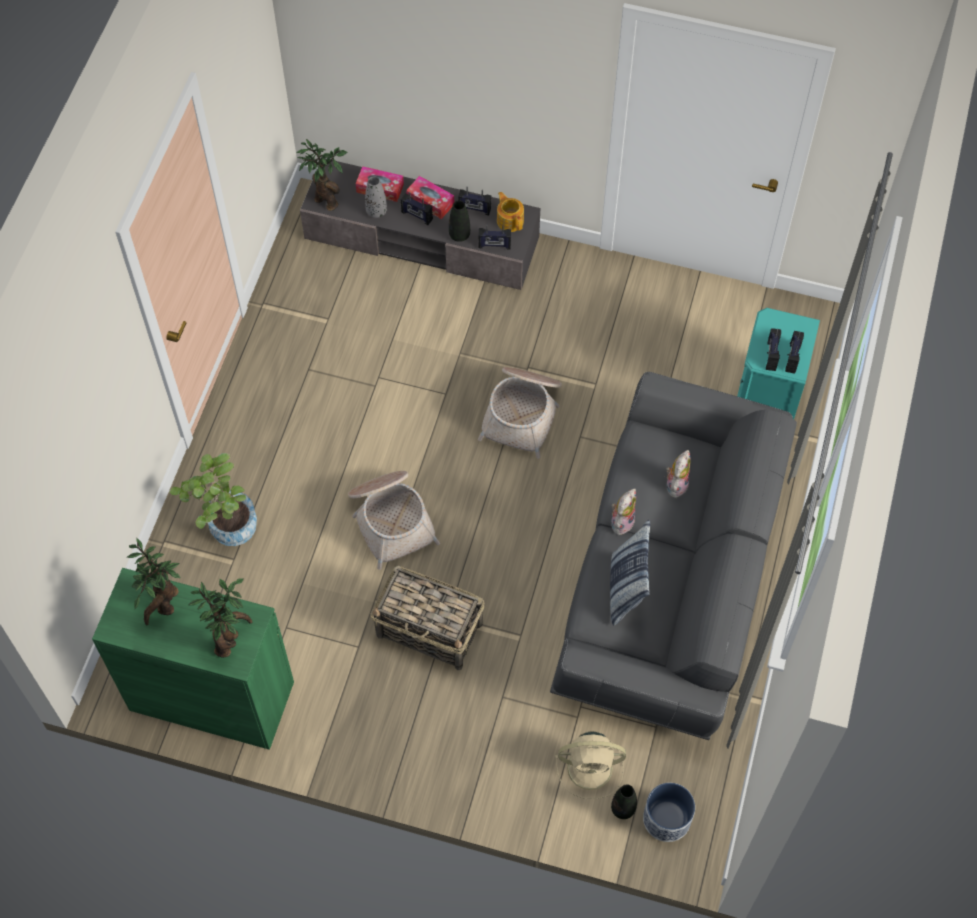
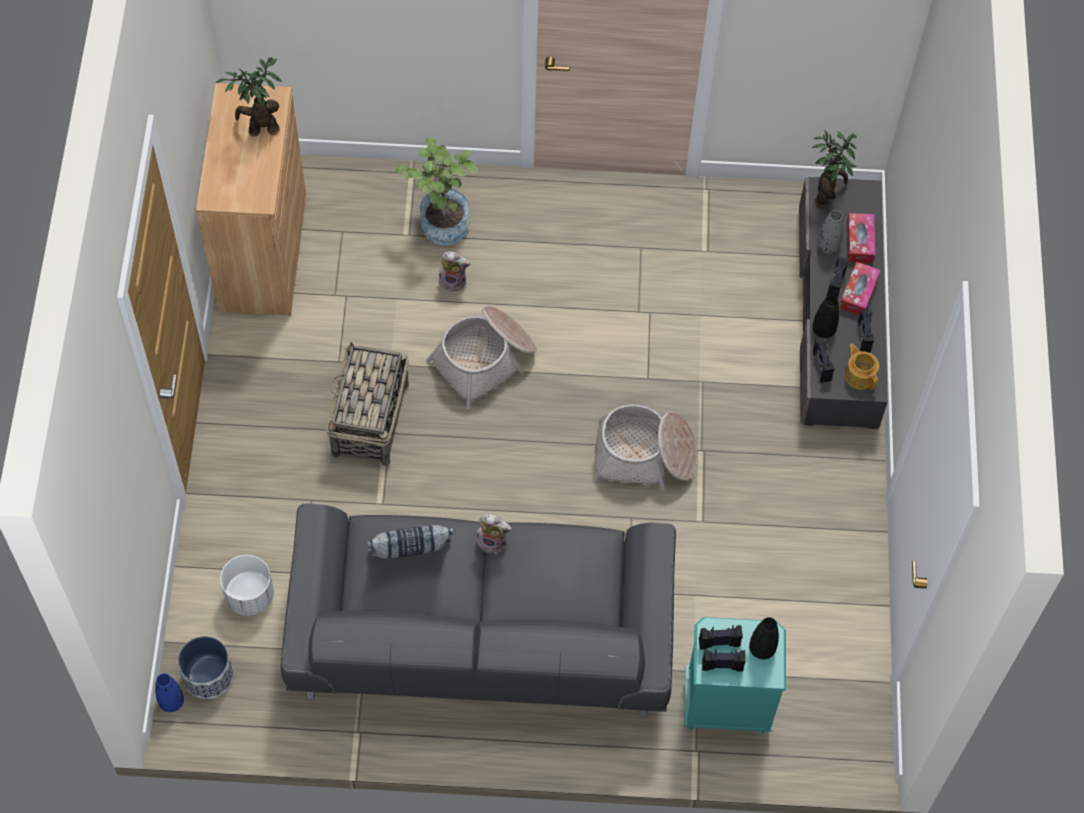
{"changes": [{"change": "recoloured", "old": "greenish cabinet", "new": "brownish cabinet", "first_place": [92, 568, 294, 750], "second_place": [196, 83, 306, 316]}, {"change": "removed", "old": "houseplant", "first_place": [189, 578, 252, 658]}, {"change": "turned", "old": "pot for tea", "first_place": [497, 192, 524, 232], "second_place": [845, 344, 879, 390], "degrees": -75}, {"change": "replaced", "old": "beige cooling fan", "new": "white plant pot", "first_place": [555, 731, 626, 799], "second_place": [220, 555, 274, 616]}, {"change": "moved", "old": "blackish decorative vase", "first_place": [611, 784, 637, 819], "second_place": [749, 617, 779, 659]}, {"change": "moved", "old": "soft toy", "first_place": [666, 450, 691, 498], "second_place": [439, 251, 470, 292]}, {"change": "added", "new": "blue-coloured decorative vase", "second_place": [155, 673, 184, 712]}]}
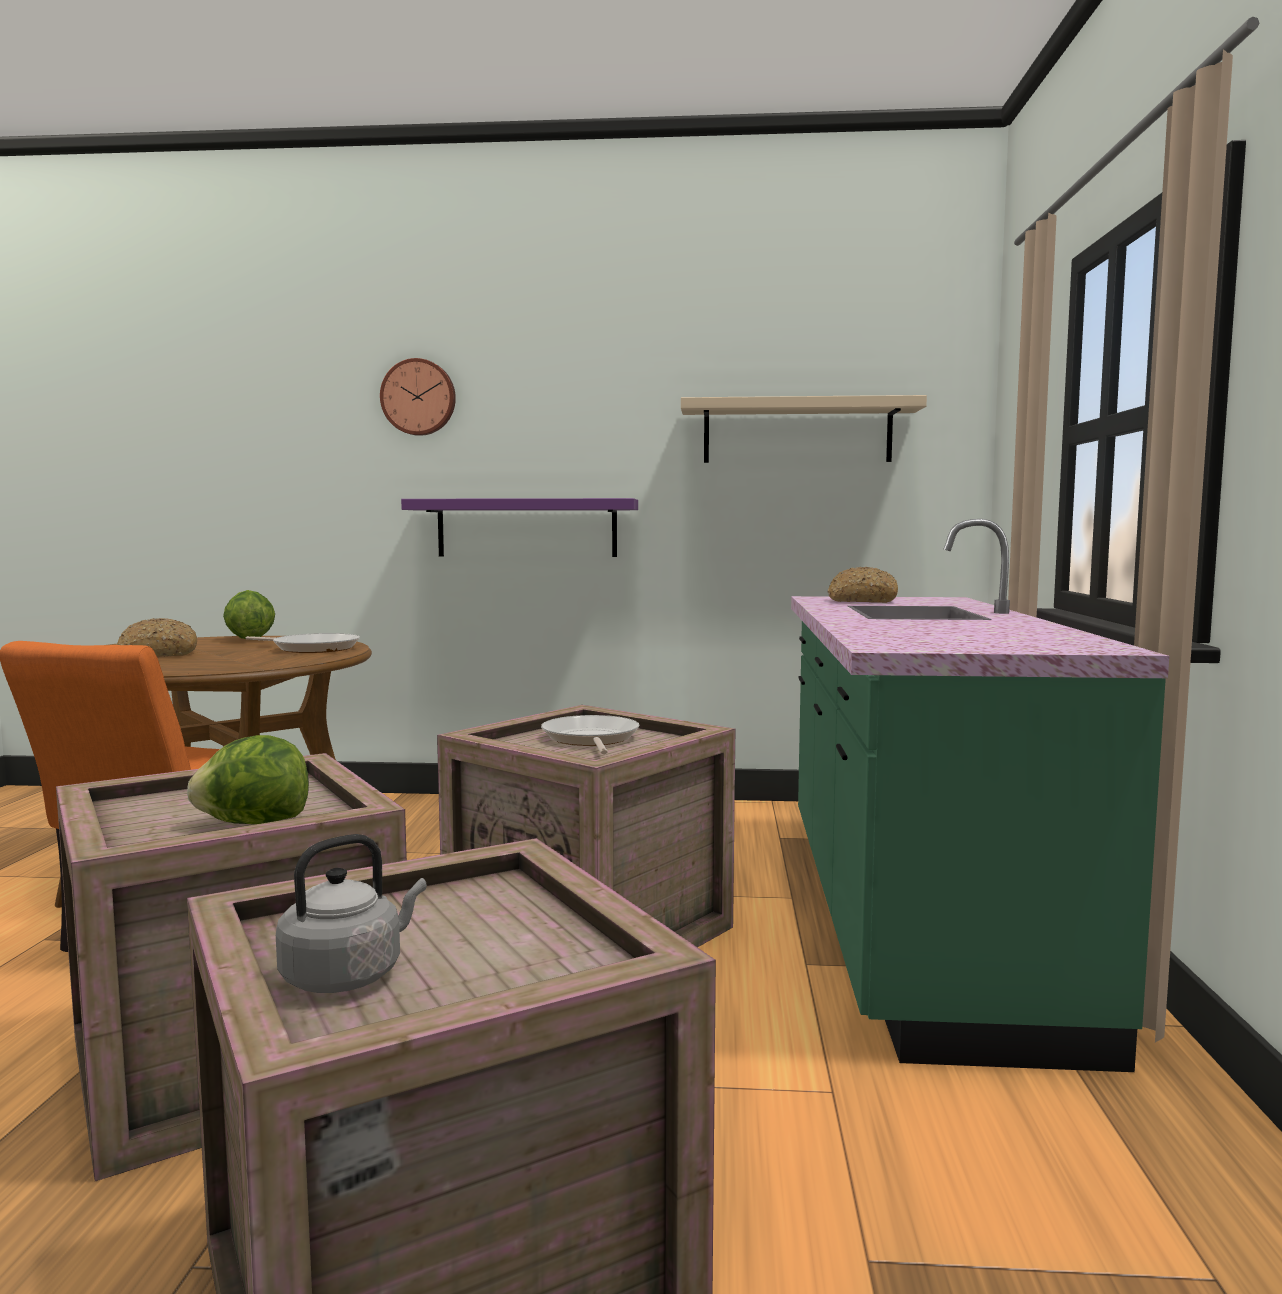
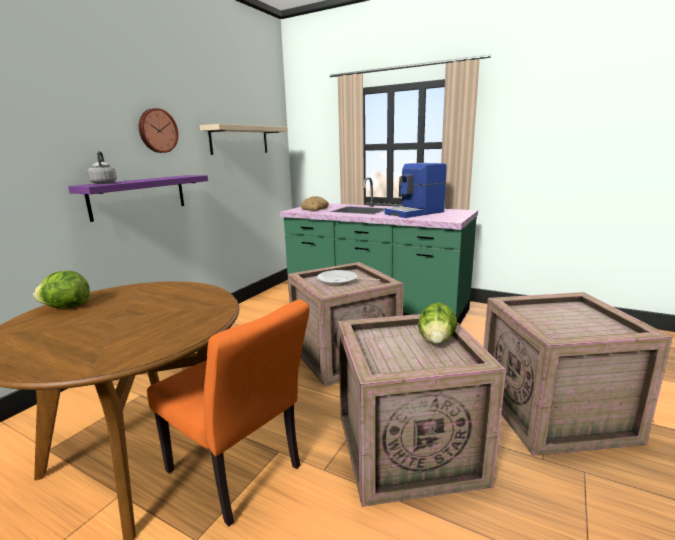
{"changes": [{"change": "removed", "old": "bakery bread", "first_place": [117, 618, 197, 656]}, {"change": "removed", "old": "skillet", "first_place": [246, 633, 360, 653]}, {"change": "moved", "old": "greyish tea kettle", "first_place": [276, 834, 427, 993], "second_place": [88, 151, 117, 184]}, {"change": "moved", "old": "wall clock", "first_place": [380, 358, 456, 436], "second_place": [139, 108, 178, 153]}, {"change": "added", "new": "coffee machine", "second_place": [385, 163, 446, 218]}]}
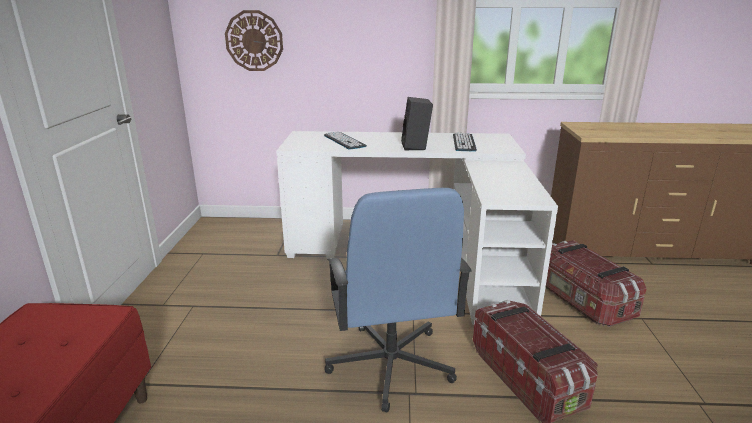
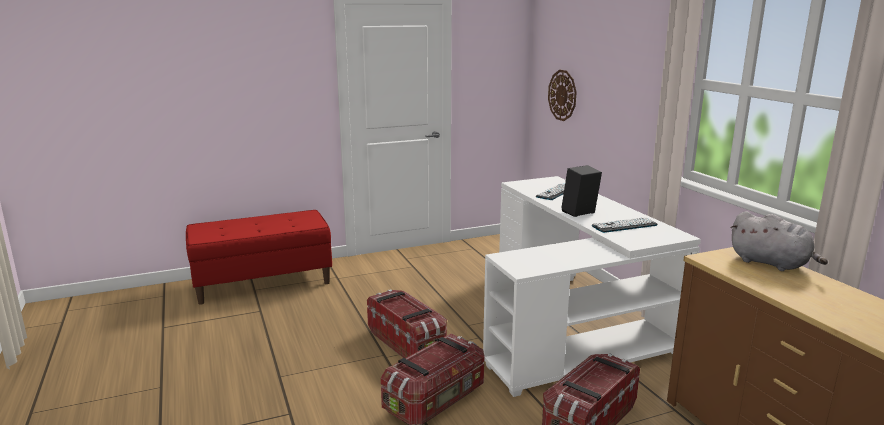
{"changes": [{"change": "replaced", "old": "blue-coloured office chair", "new": "storage bin", "first_place": [325, 188, 472, 413], "second_place": [367, 289, 447, 358]}, {"change": "added", "new": "greyish soft toy", "second_place": [730, 211, 828, 271]}]}
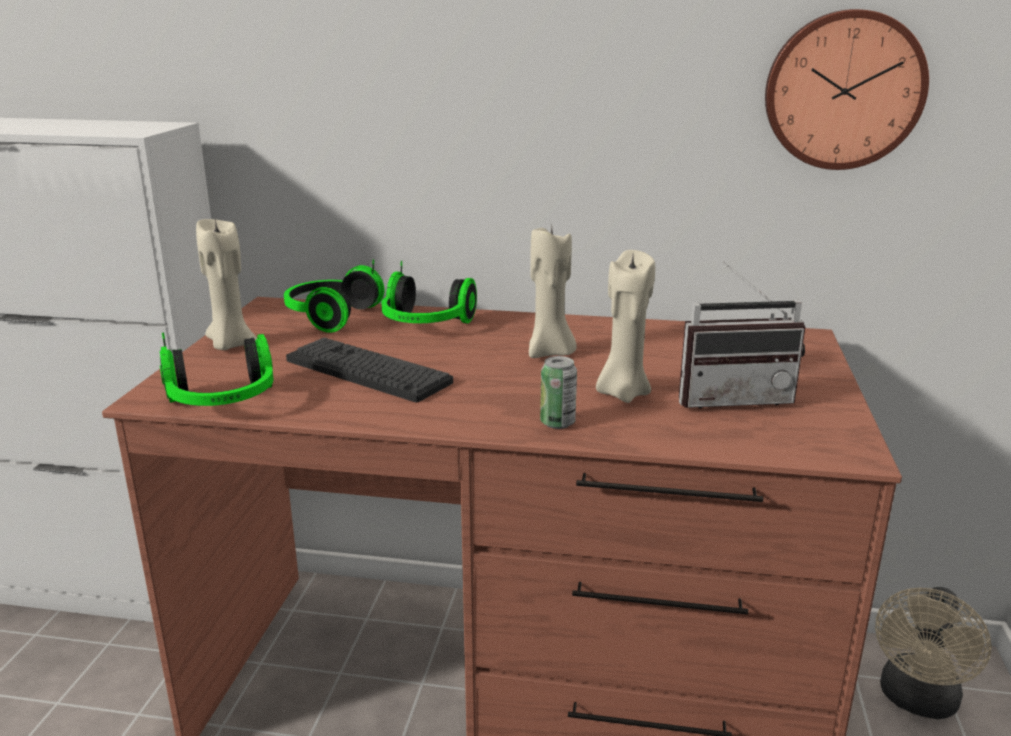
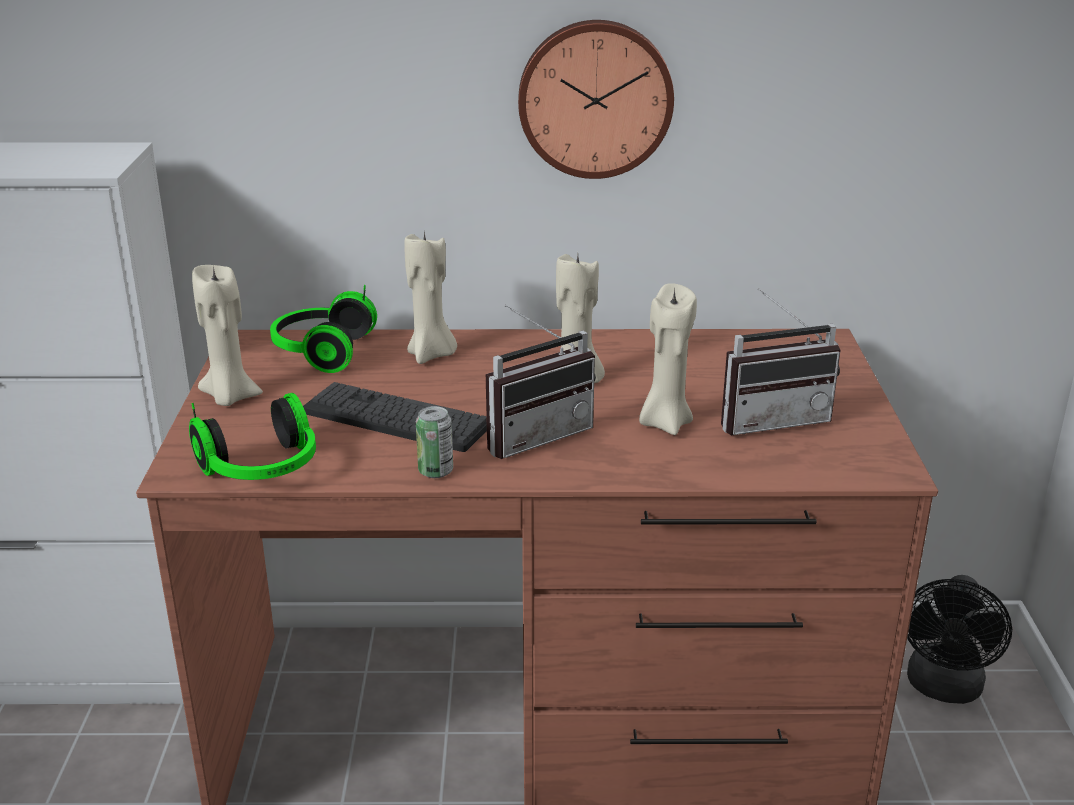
{"changes": [{"change": "replaced", "old": "pair of headphones", "new": "beige wax light", "first_place": [381, 261, 477, 324], "second_place": [404, 231, 457, 364]}, {"change": "moved", "old": "sealed can", "first_place": [540, 356, 577, 429], "second_place": [416, 406, 453, 478]}, {"change": "moved", "old": "wall clock", "first_place": [765, 9, 929, 170], "second_place": [518, 20, 674, 179]}, {"change": "recoloured", "old": "beige cooling fan", "new": "blackish cooling fan", "first_place": [875, 587, 992, 719], "second_place": [907, 575, 1012, 704]}, {"change": "added", "new": "radio receiver", "second_place": [486, 305, 596, 459]}]}
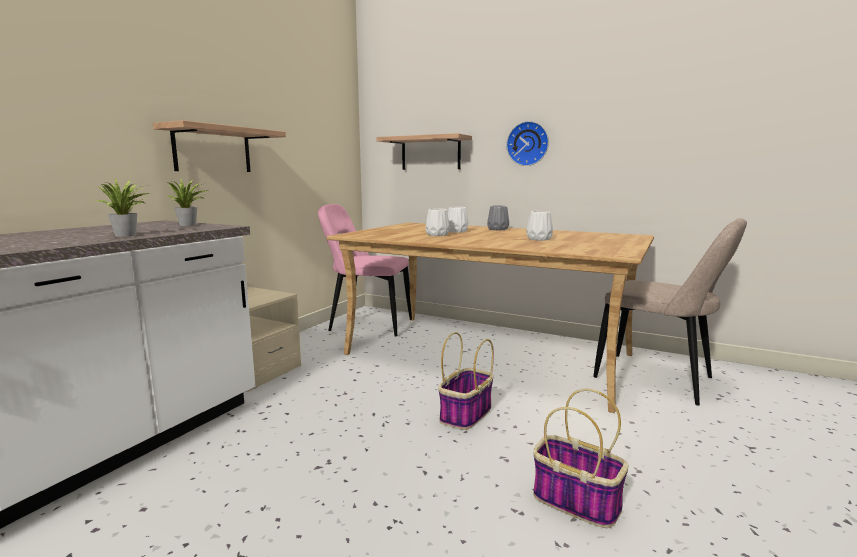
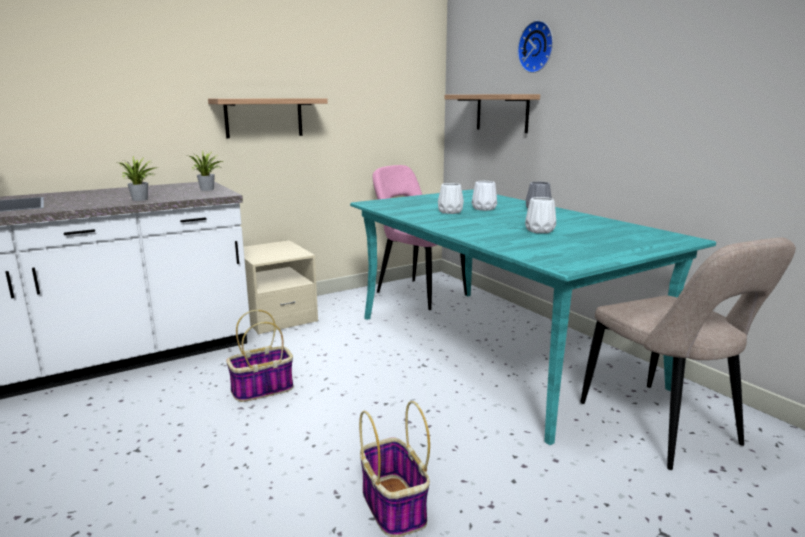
{"changes": [{"change": "recoloured", "old": "beige kitchen table", "new": "turquoise kitchen table", "first_place": [327, 223, 654, 413], "second_place": [350, 189, 716, 445]}, {"change": "moved", "old": "basket", "first_place": [438, 332, 494, 430], "second_place": [226, 310, 293, 402]}, {"change": "moved", "old": "wall clock", "first_place": [506, 121, 549, 166], "second_place": [517, 20, 553, 73]}]}
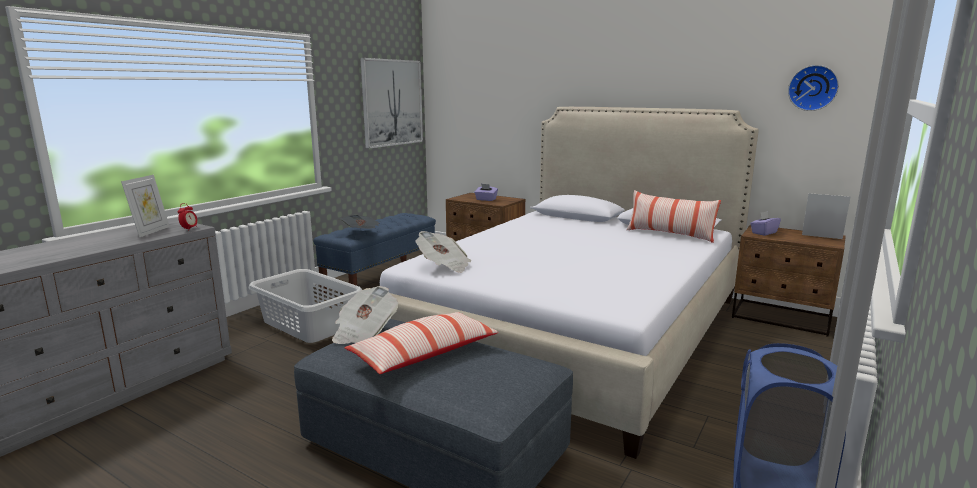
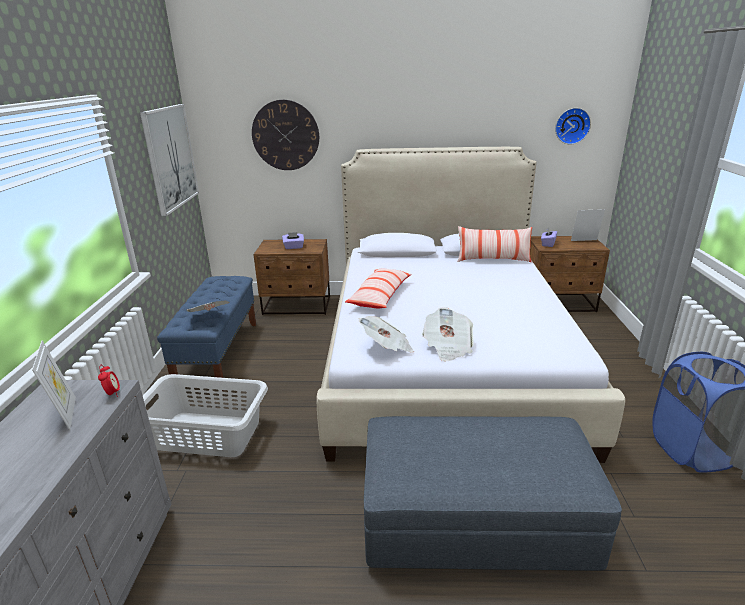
{"changes": [{"change": "moved", "old": "daily paper", "first_place": [332, 286, 398, 344], "second_place": [422, 307, 474, 362]}, {"change": "moved", "old": "cushion", "first_place": [345, 312, 498, 374], "second_place": [345, 269, 412, 308]}, {"change": "added", "new": "wall clock", "second_place": [252, 100, 319, 170]}]}
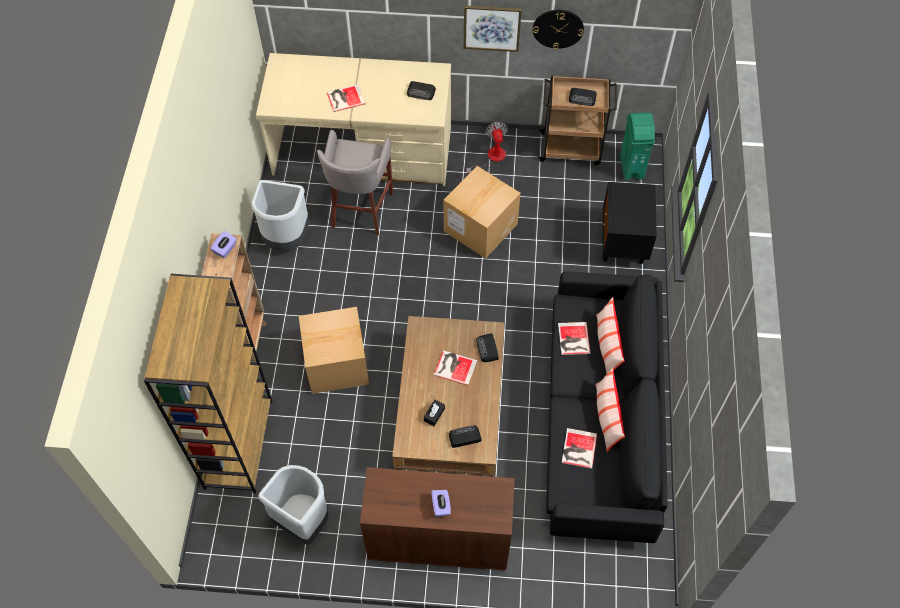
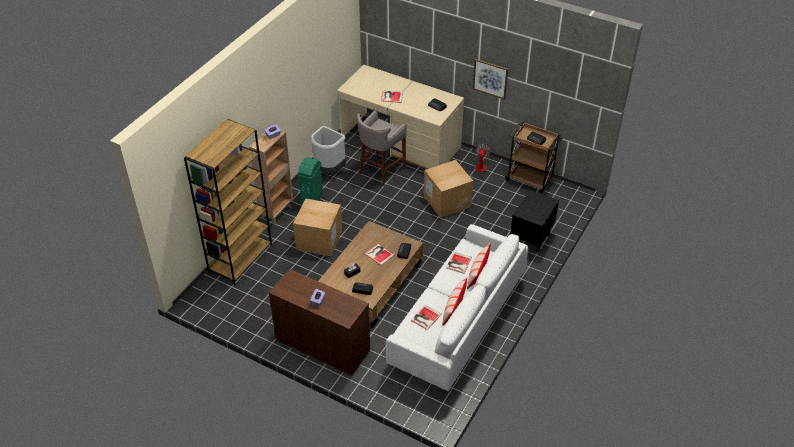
{"changes": [{"change": "removed", "old": "greyish waste bin", "first_place": [258, 465, 329, 545]}, {"change": "removed", "old": "wall clock", "first_place": [533, 10, 584, 50]}, {"change": "recoloured", "old": "blackish couch", "new": "white couch", "first_place": [546, 272, 668, 543], "second_place": [386, 224, 528, 391]}, {"change": "moved", "old": "greenish waste bin", "first_place": [620, 112, 655, 180], "second_place": [298, 157, 323, 204]}]}
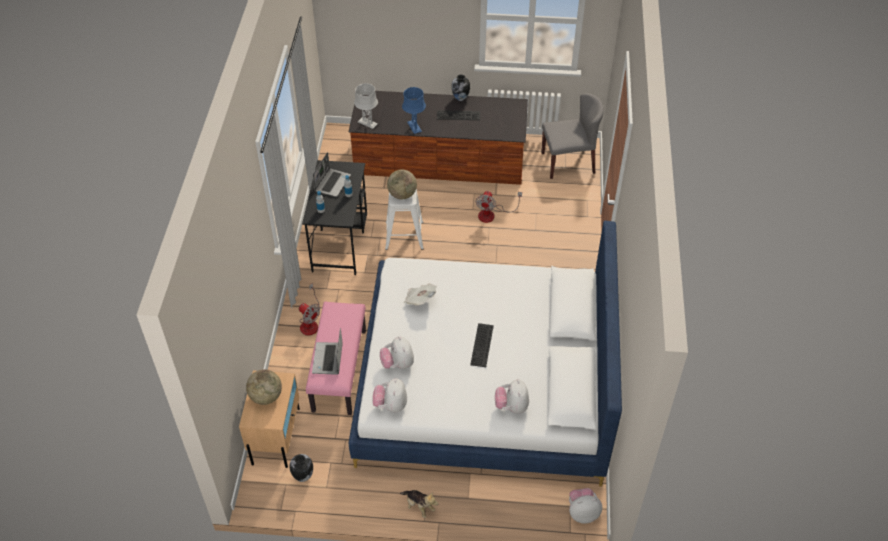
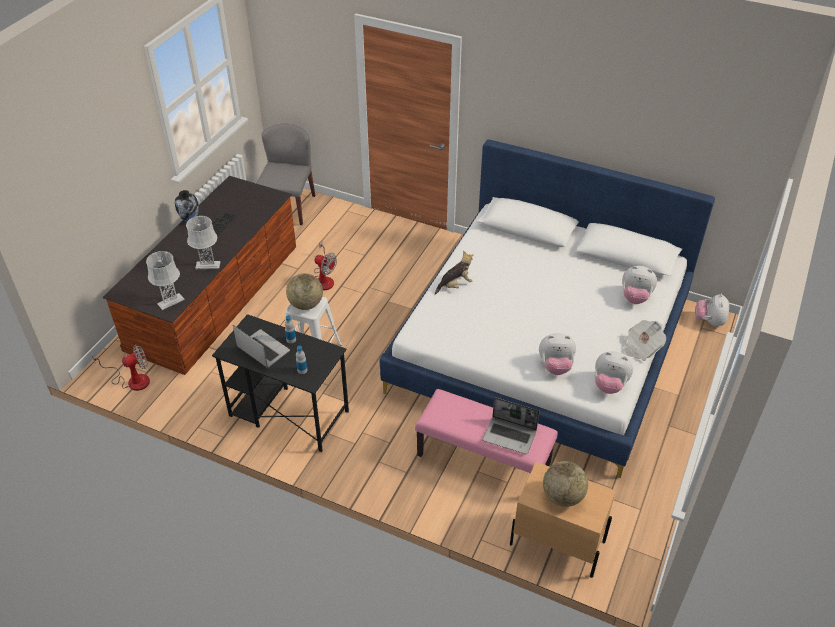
{"changes": [{"change": "removed", "old": "decorative vase", "first_place": [290, 454, 313, 482]}, {"change": "moved", "old": "cooling fan", "first_place": [299, 283, 321, 336], "second_place": [92, 345, 150, 391]}, {"change": "moved", "old": "soft toy", "first_place": [400, 490, 438, 518], "second_place": [435, 251, 474, 295]}, {"change": "recoloured", "old": "blue-coloured table lamp", "new": "greyish table lamp", "first_place": [402, 87, 426, 134], "second_place": [186, 216, 220, 269]}, {"change": "moved", "old": "daily paper", "first_place": [404, 284, 437, 305], "second_place": [622, 320, 666, 361]}, {"change": "removed", "old": "PC keyboard", "first_place": [470, 323, 494, 367]}]}
